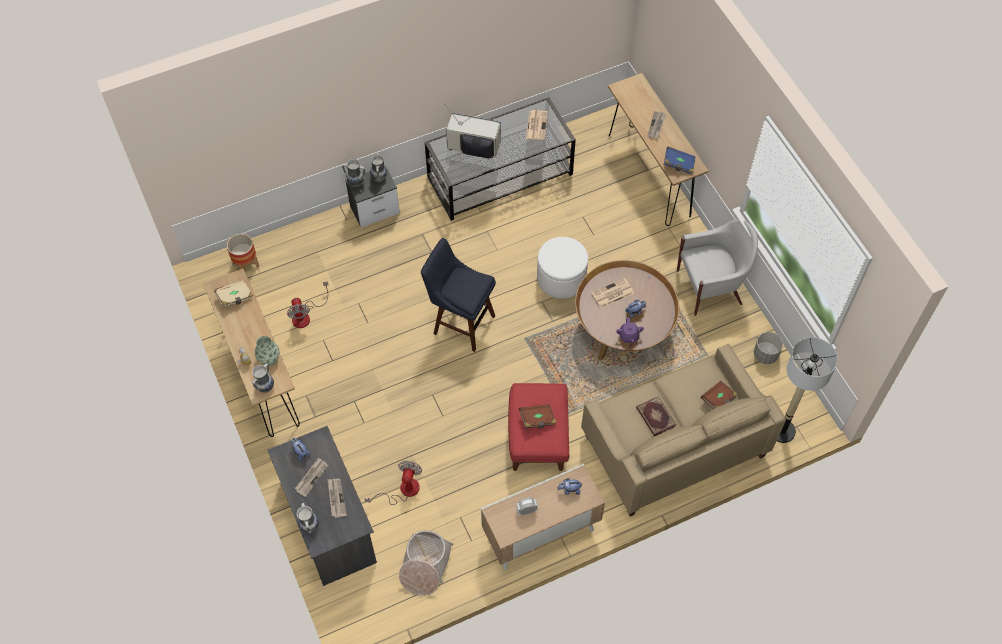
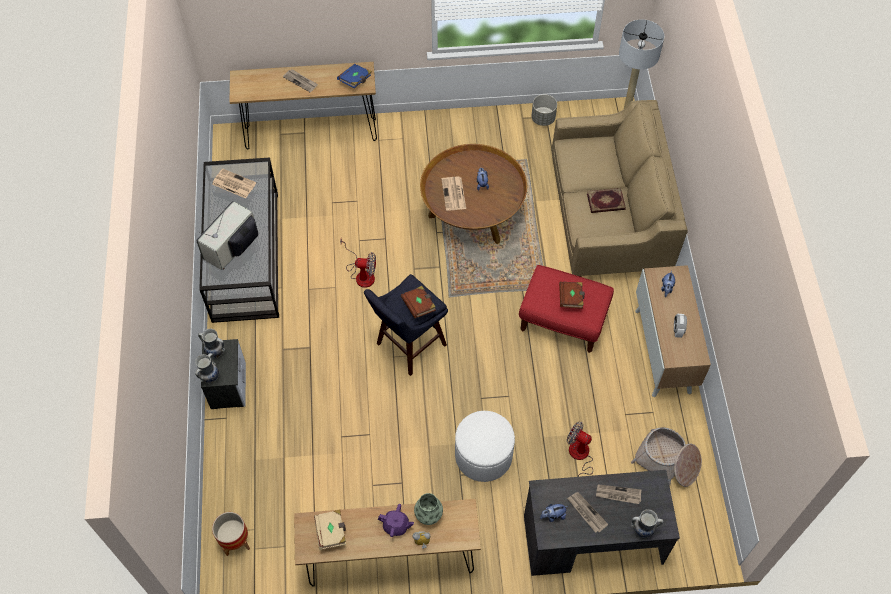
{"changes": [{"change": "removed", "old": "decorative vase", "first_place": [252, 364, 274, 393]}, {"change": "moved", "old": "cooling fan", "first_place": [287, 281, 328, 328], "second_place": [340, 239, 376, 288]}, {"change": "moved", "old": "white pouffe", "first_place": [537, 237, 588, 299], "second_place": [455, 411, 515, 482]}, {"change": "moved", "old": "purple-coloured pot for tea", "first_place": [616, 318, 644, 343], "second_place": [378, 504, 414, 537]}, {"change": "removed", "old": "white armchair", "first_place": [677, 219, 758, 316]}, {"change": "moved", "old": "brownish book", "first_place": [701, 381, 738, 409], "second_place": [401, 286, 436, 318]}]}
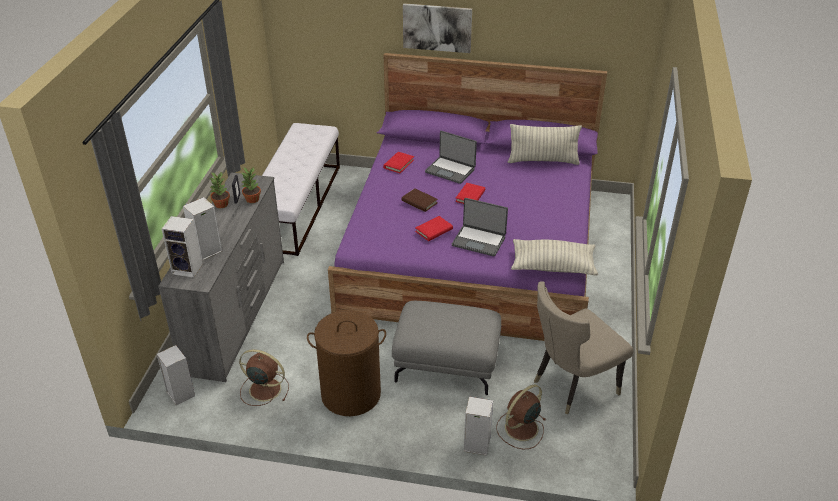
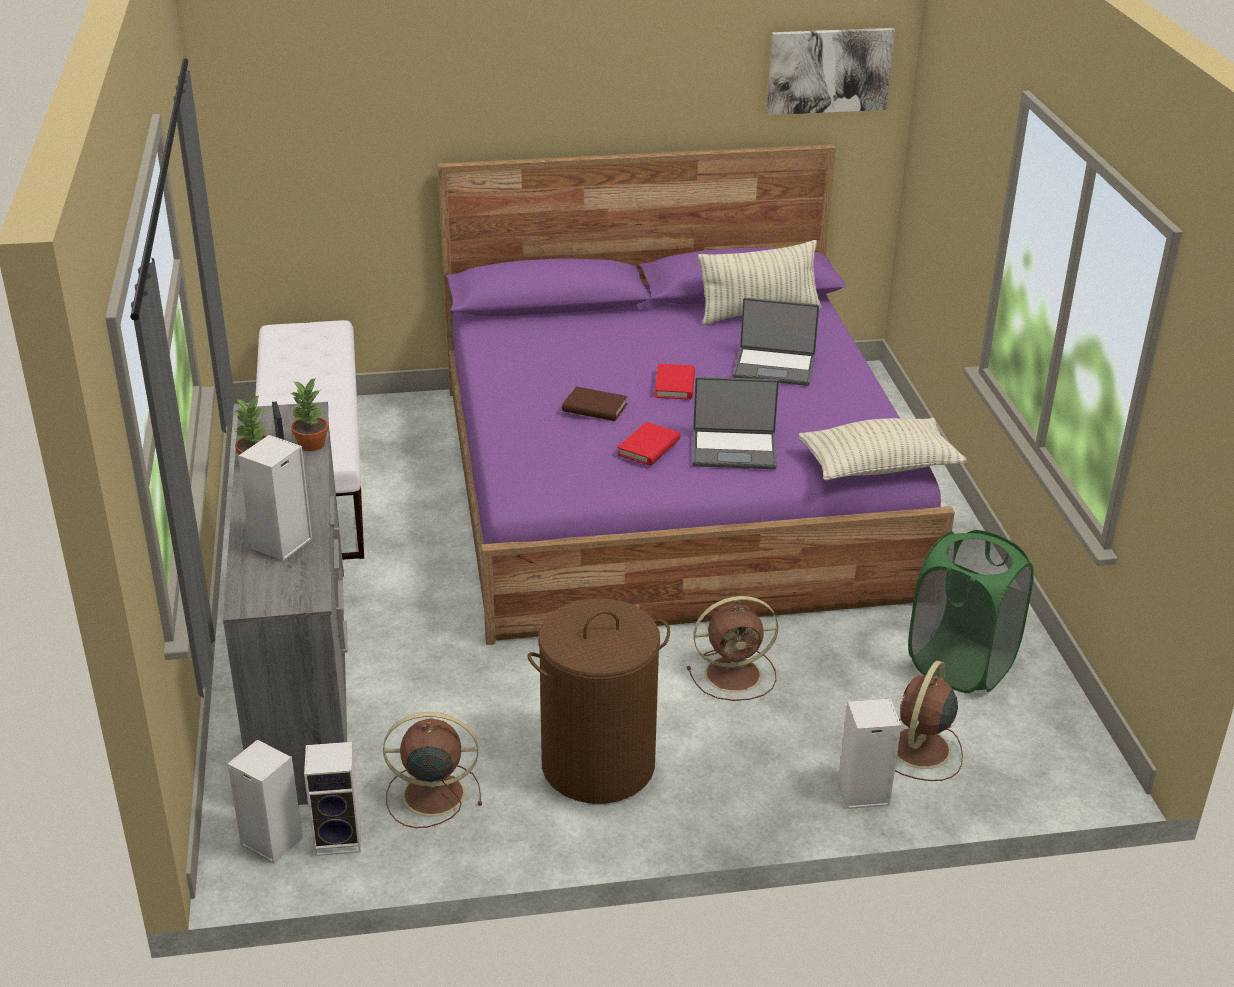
{"changes": [{"change": "moved", "old": "loudspeaker", "first_place": [162, 216, 203, 278], "second_place": [304, 742, 361, 856]}, {"change": "removed", "old": "reddish book", "first_place": [383, 152, 414, 173]}, {"change": "replaced", "old": "greyish pouffe", "new": "brownish cooling fan", "first_place": [392, 301, 501, 395], "second_place": [687, 596, 778, 701]}, {"change": "moved", "old": "wall picture", "first_place": [403, 3, 472, 53], "second_place": [767, 28, 895, 115]}, {"change": "moved", "old": "laptop", "first_place": [425, 131, 477, 184], "second_place": [733, 298, 819, 386]}, {"change": "replaced", "old": "beige plain chair", "new": "greenish laundry basket", "first_place": [534, 281, 633, 414], "second_place": [908, 530, 1034, 693]}]}
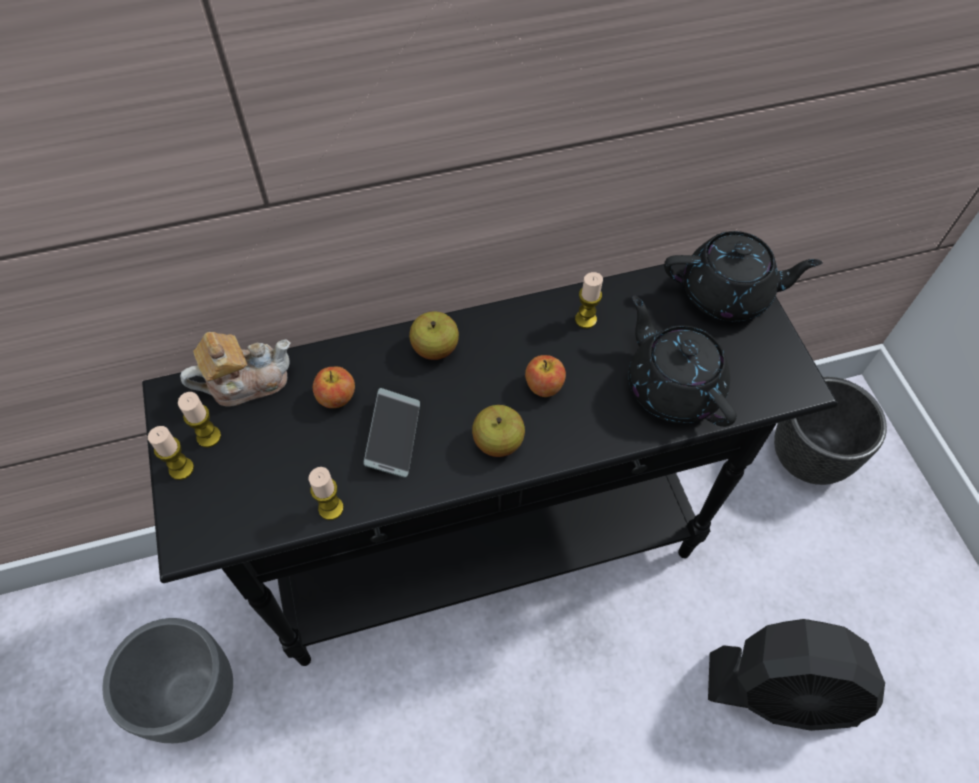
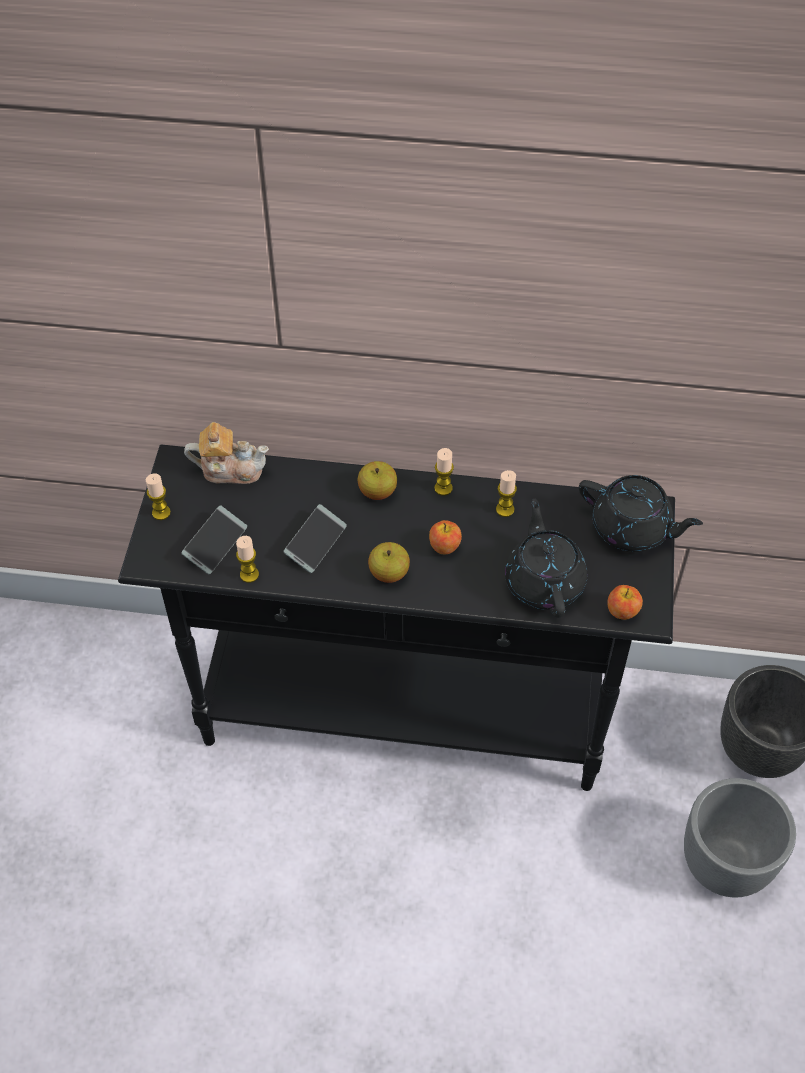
{"changes": [{"change": "moved", "old": "greyish plant pot", "first_place": [102, 618, 233, 743], "second_place": [684, 778, 796, 898]}, {"change": "moved", "old": "wax light", "first_place": [178, 392, 221, 447], "second_place": [434, 448, 454, 496]}, {"change": "moved", "old": "whole apple", "first_place": [313, 367, 355, 408], "second_place": [607, 585, 643, 620]}, {"change": "removed", "old": "blackish cooling fan", "first_place": [708, 619, 885, 731]}, {"change": "added", "new": "handset", "second_place": [181, 505, 247, 574]}]}
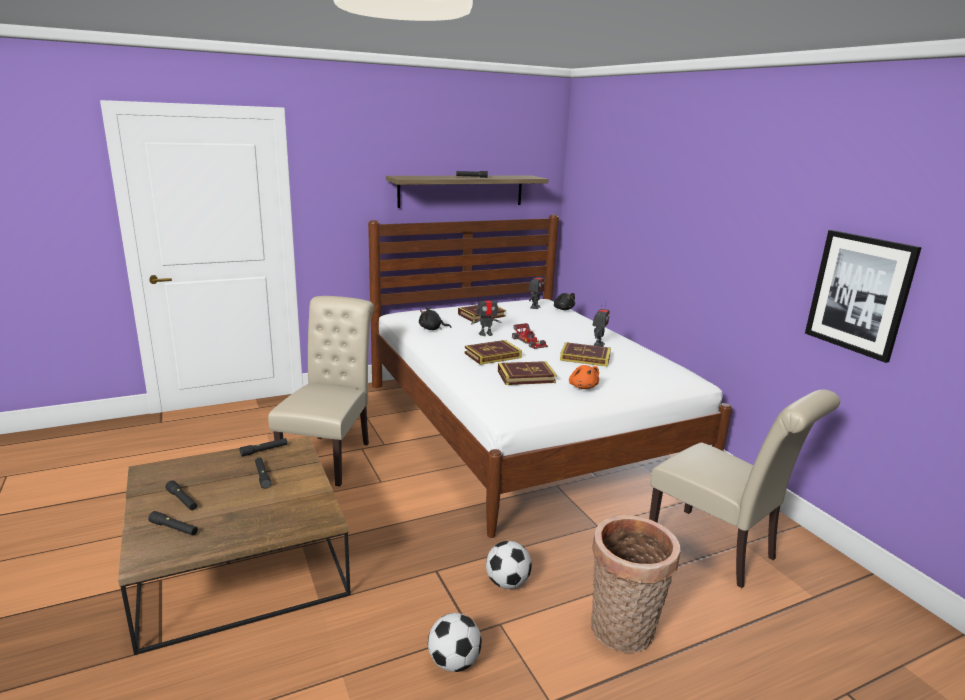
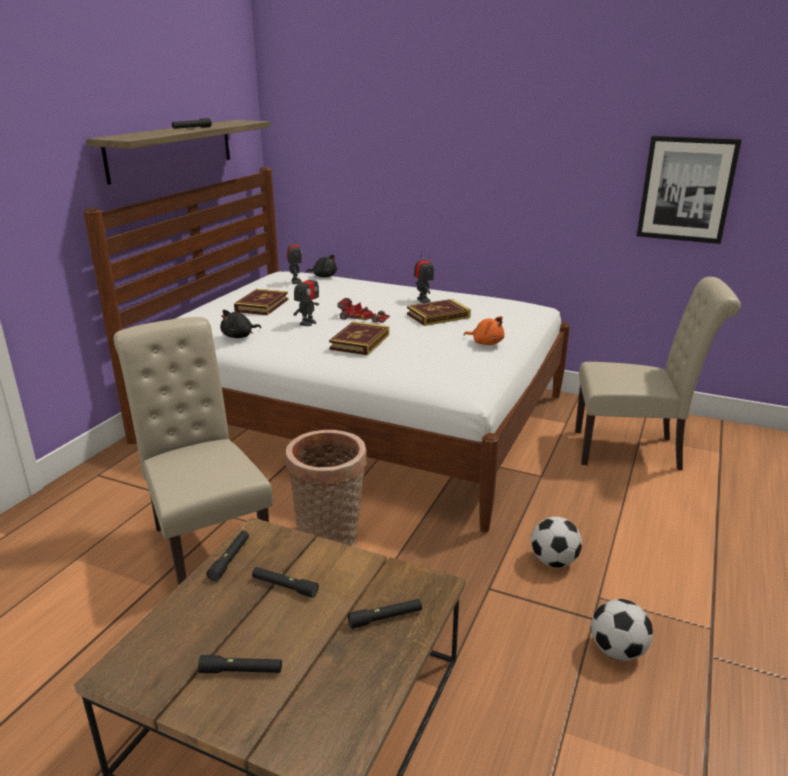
{"changes": [{"change": "moved", "old": "blackish hand torch", "first_place": [148, 511, 198, 535], "second_place": [348, 599, 422, 629]}, {"change": "removed", "old": "book", "first_place": [498, 361, 557, 385]}, {"change": "moved", "old": "basket", "first_place": [591, 515, 680, 653], "second_place": [286, 430, 367, 546]}]}
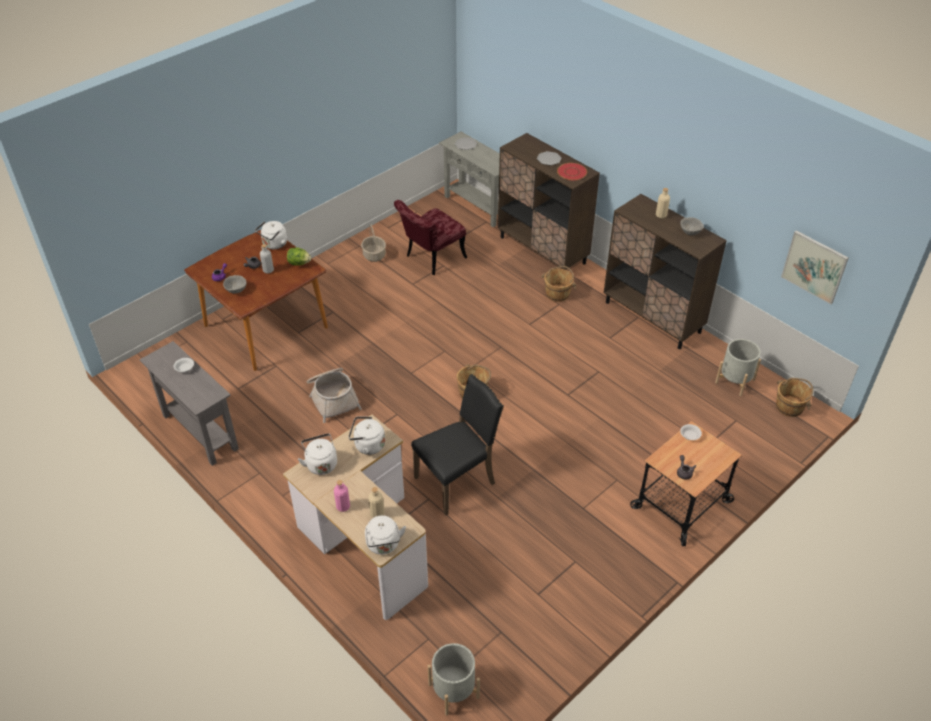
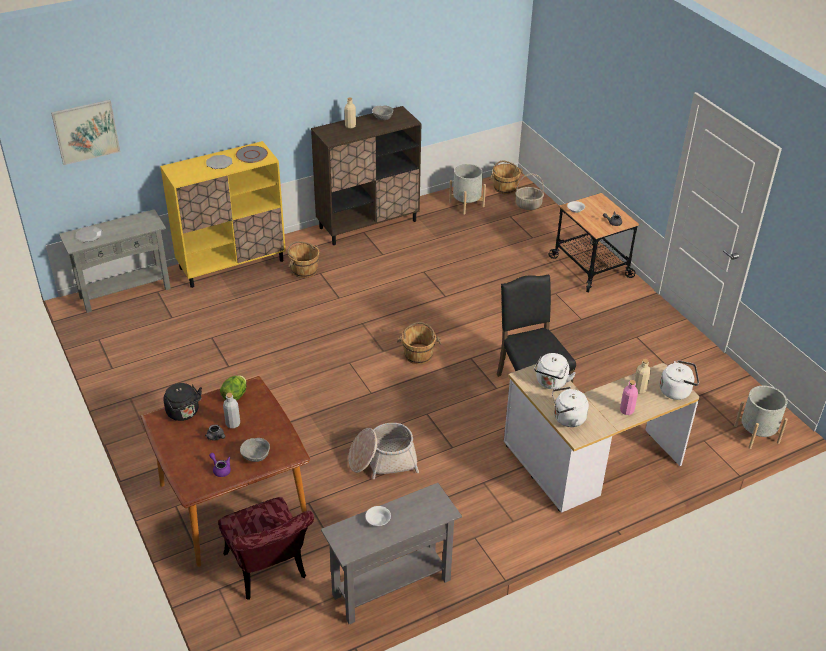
{"changes": [{"change": "recoloured", "old": "white tea kettle", "new": "blackish tea kettle", "first_place": [255, 221, 287, 249], "second_place": [163, 383, 202, 421]}, {"change": "moved", "old": "basket", "first_place": [361, 224, 386, 262], "second_place": [515, 174, 544, 210]}, {"change": "moved", "old": "reddish plain chair", "first_place": [394, 200, 467, 275], "second_place": [218, 497, 314, 600]}, {"change": "recoloured", "old": "brownish cabinet", "new": "yellowish cabinet", "first_place": [498, 133, 600, 270], "second_place": [160, 141, 286, 288]}, {"change": "recoloured", "old": "reddish plate", "new": "greyish plate", "first_place": [557, 163, 587, 180], "second_place": [236, 146, 268, 163]}, {"change": "moved", "old": "wall picture", "first_place": [781, 231, 849, 304], "second_place": [51, 100, 120, 165]}]}
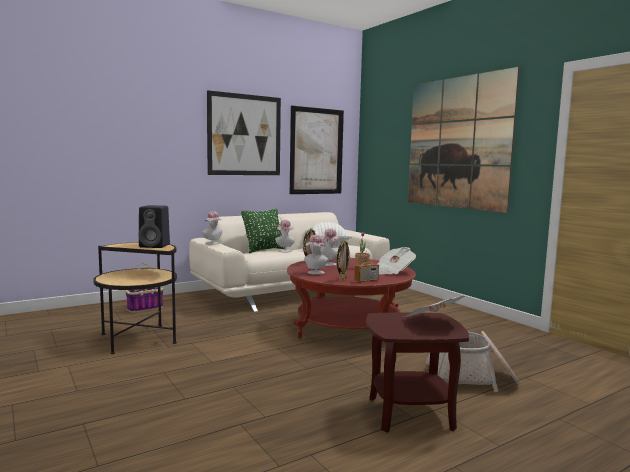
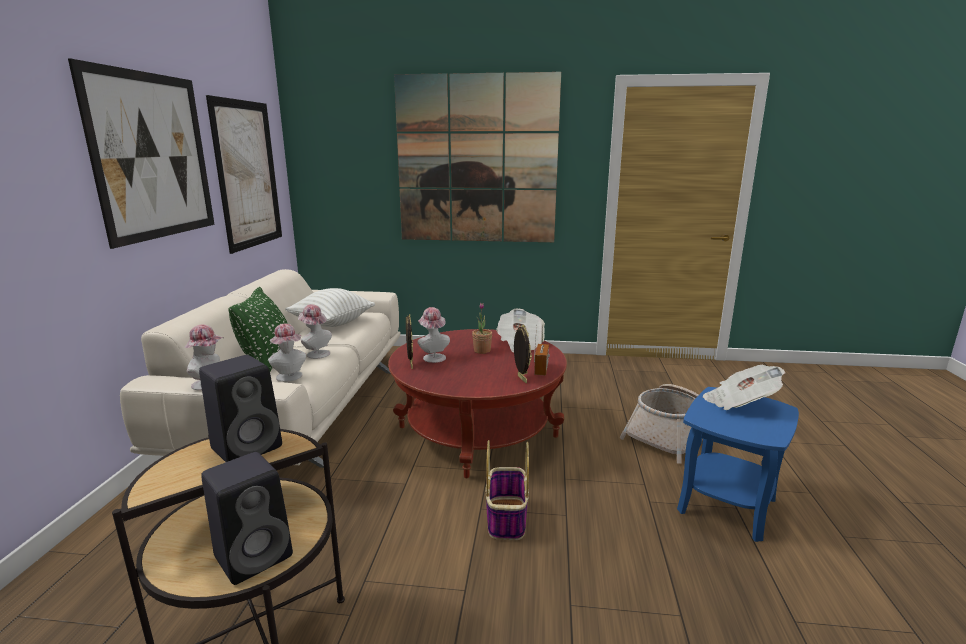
{"changes": [{"change": "moved", "old": "basket", "first_place": [125, 263, 163, 313], "second_place": [485, 440, 529, 540]}, {"change": "moved", "old": "wearable hat", "first_place": [304, 235, 328, 275], "second_place": [268, 324, 306, 382]}, {"change": "recoloured", "old": "brownish side table", "new": "blue-coloured side table", "first_place": [366, 313, 469, 433], "second_place": [677, 387, 799, 542]}, {"change": "added", "new": "blackish loudspeaker", "second_place": [201, 452, 293, 585]}]}
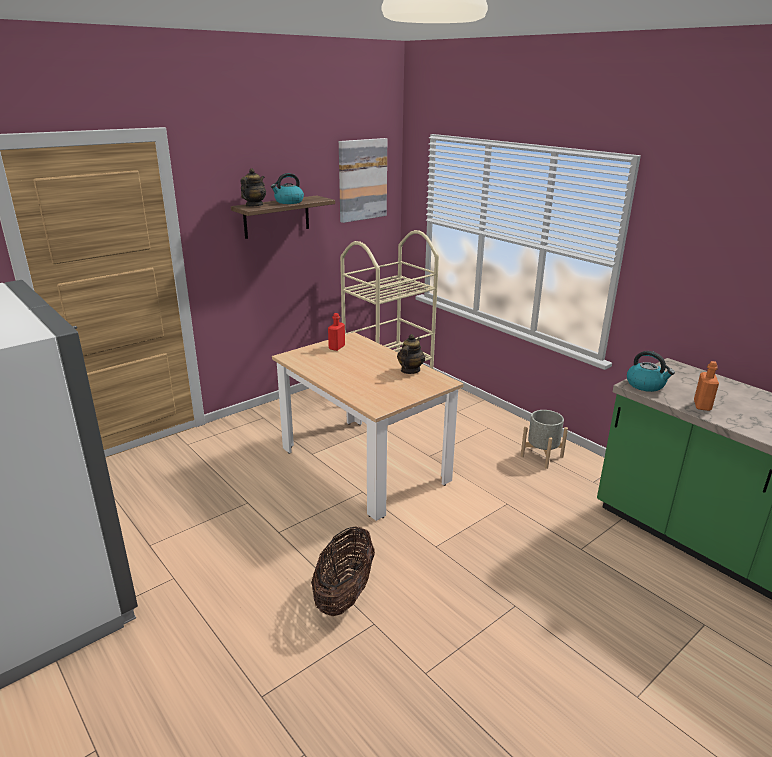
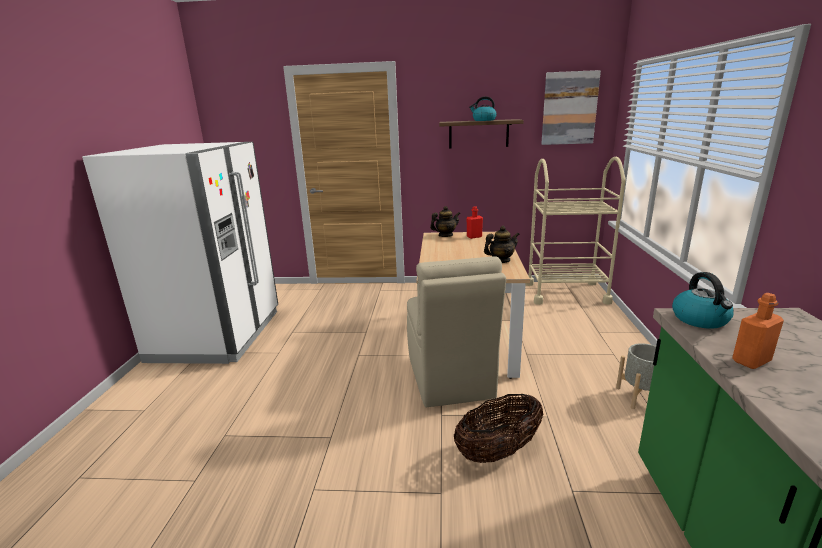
{"changes": [{"change": "moved", "old": "pot for tea", "first_place": [241, 168, 266, 207], "second_place": [430, 206, 460, 237]}, {"change": "moved", "old": "basket", "first_place": [311, 527, 375, 616], "second_place": [454, 394, 543, 463]}, {"change": "added", "new": "beige plain chair", "second_place": [407, 256, 506, 407]}]}
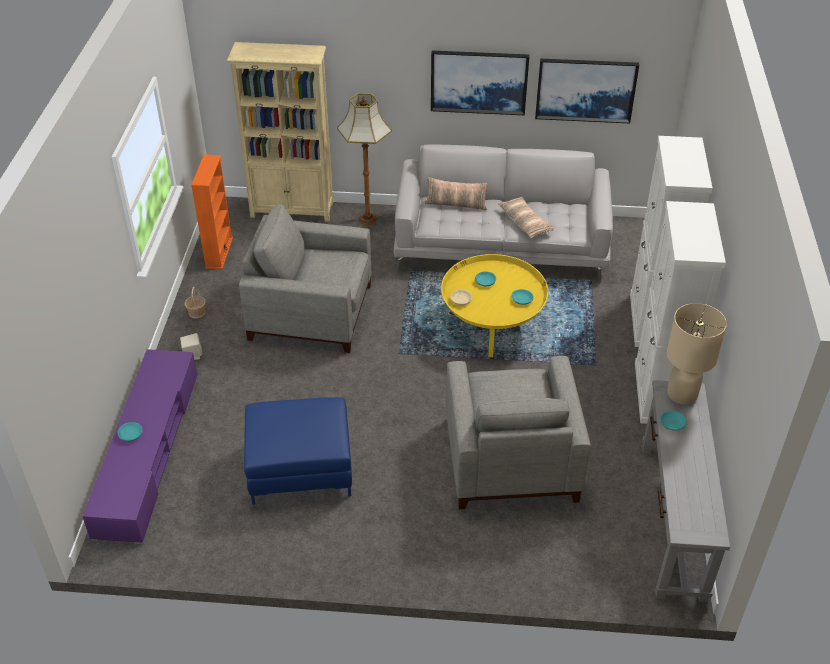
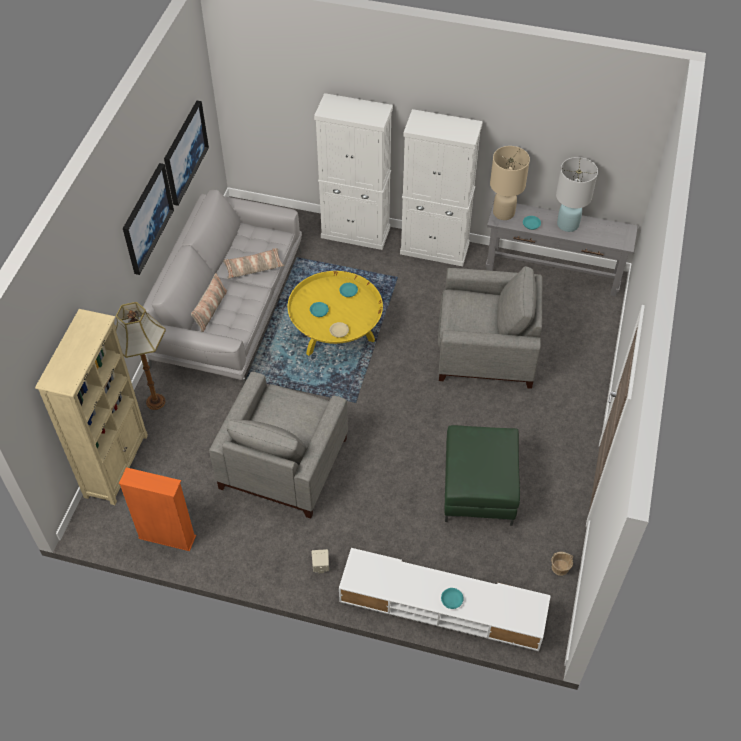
{"changes": [{"change": "recoloured", "old": "purple-coloured tv stand", "new": "white tv stand", "first_place": [82, 349, 197, 544], "second_place": [339, 548, 551, 651]}, {"change": "moved", "old": "basket", "first_place": [185, 287, 206, 318], "second_place": [551, 552, 573, 576]}, {"change": "recoloured", "old": "blue-coloured pouffe", "new": "greenish pouffe", "first_place": [244, 397, 352, 505], "second_place": [444, 425, 520, 526]}, {"change": "added", "new": "white table lamp", "second_place": [556, 157, 598, 232]}]}
